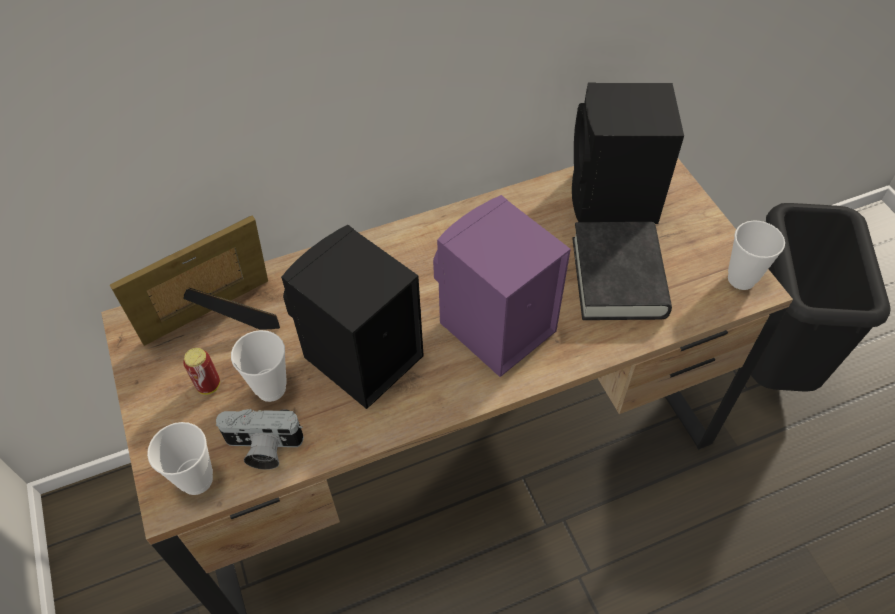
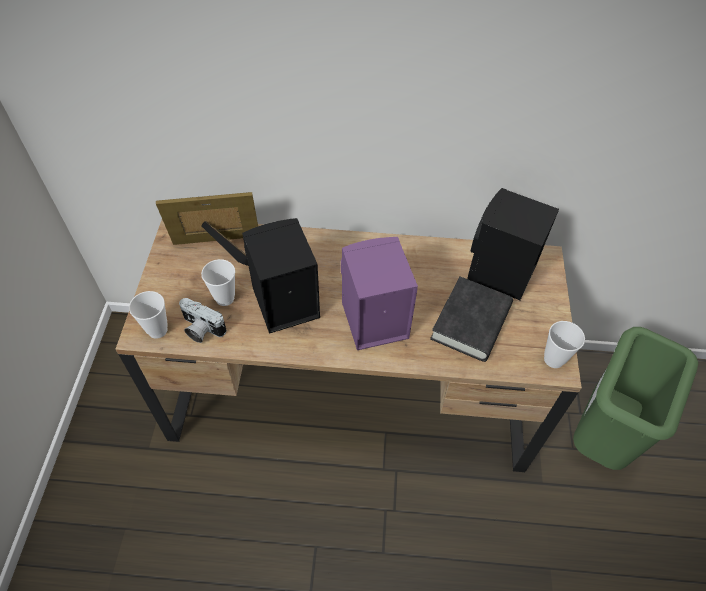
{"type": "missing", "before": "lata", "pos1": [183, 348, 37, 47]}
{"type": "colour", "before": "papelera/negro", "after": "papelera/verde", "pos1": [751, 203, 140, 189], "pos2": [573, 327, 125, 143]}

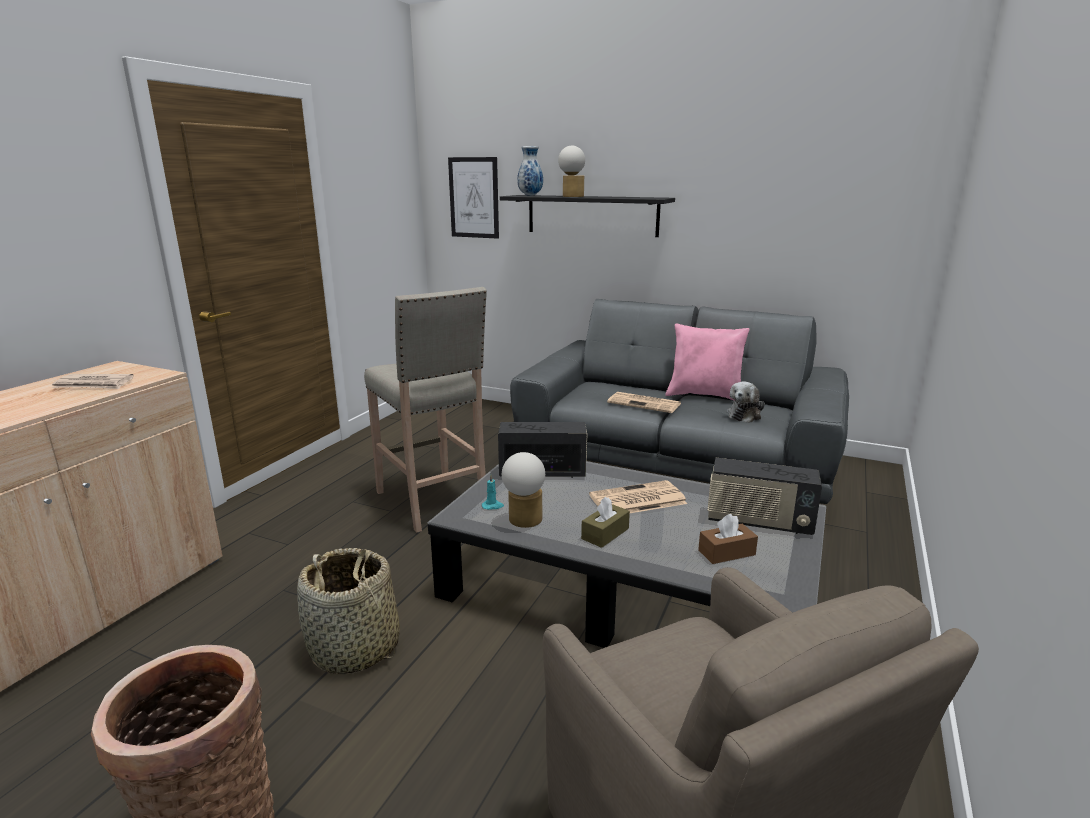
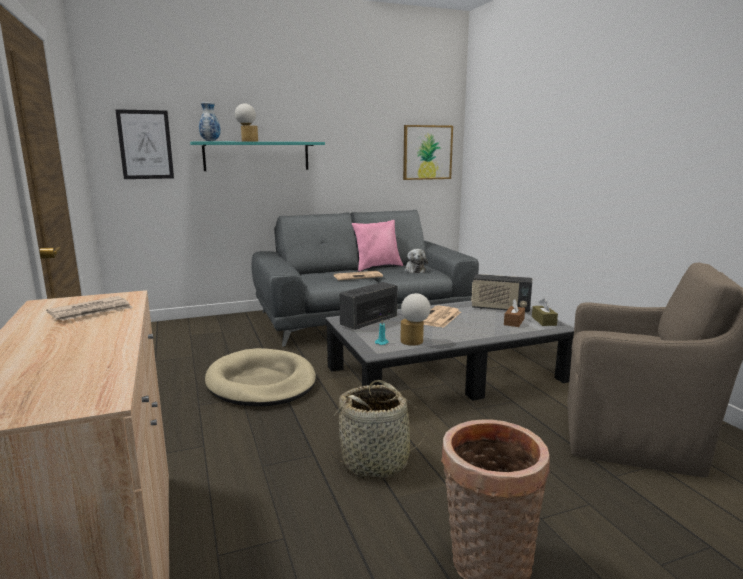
{"type": "exchanged", "before": "taburete/beis", "after": "cama para perro/beis", "pos1": [364, 287, 123, 246], "pos2": [205, 348, 111, 58]}
{"type": "colour", "before": "estante/negro", "after": "estante/turquesa", "pos1": [500, 195, 175, 42], "pos2": [190, 141, 135, 30]}
{"type": "relocated", "before": "caja de pañuelos/marrón", "pos1": [581, 497, 49, 51], "pos2": [532, 298, 26, 28]}
{"type": "spun", "before": "radio", "pos1": [707, 457, 115, 78], "pos2": [471, 274, 61, 38], "turn": 45}
{"type": "appeared", "after": "cuadro", "pos2": [403, 125, 50, 55]}

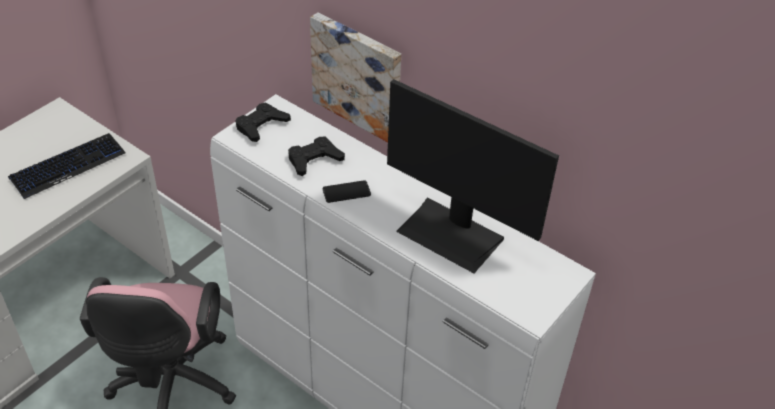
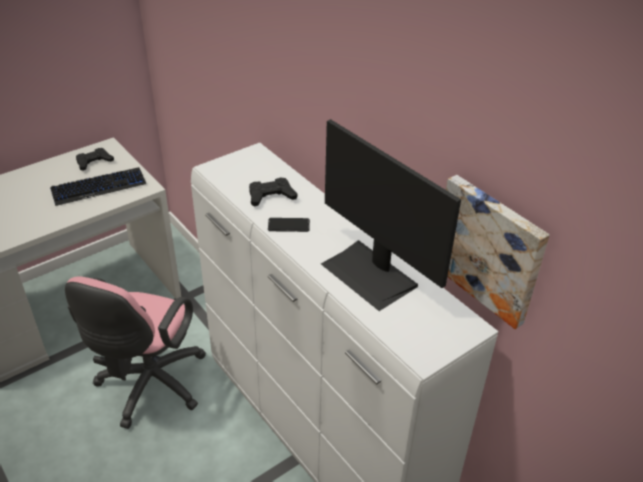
{"type": "relocated", "before": "mando de consola/negro", "pos1": [235, 102, 56, 40], "pos2": [76, 148, 38, 23]}
{"type": "relocated", "before": "cuadro", "pos1": [310, 12, 91, 130], "pos2": [446, 175, 104, 154]}

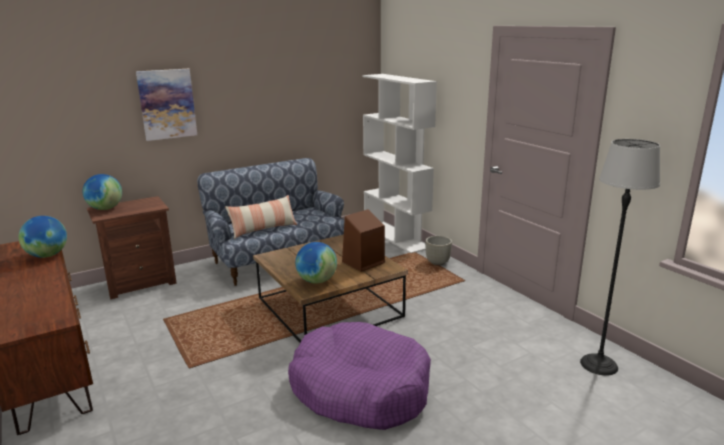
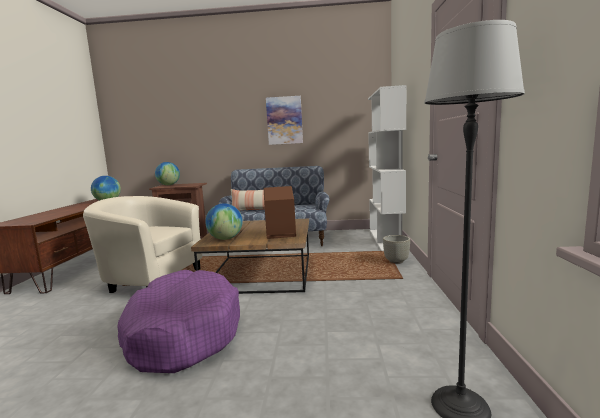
{"type": "relocated", "before": "cuadro", "pos1": [136, 69, 61, 72], "pos2": [266, 96, 37, 49]}
{"type": "appeared", "after": "sillón/beis", "pos2": [83, 196, 119, 97]}

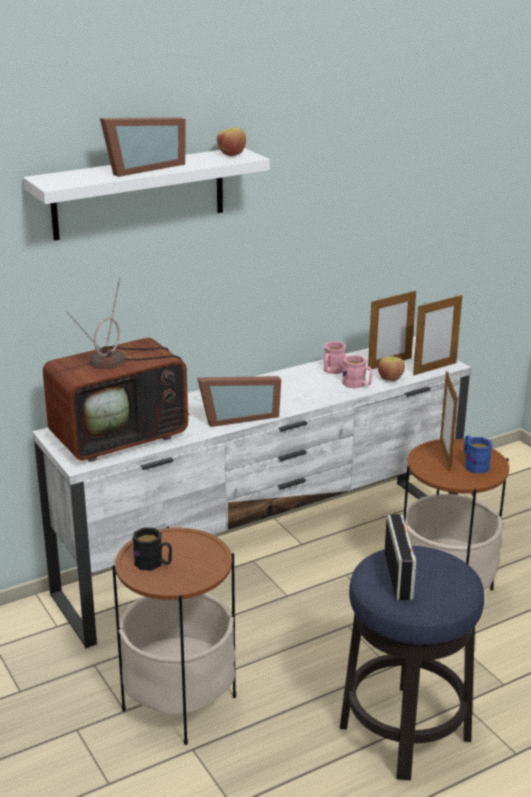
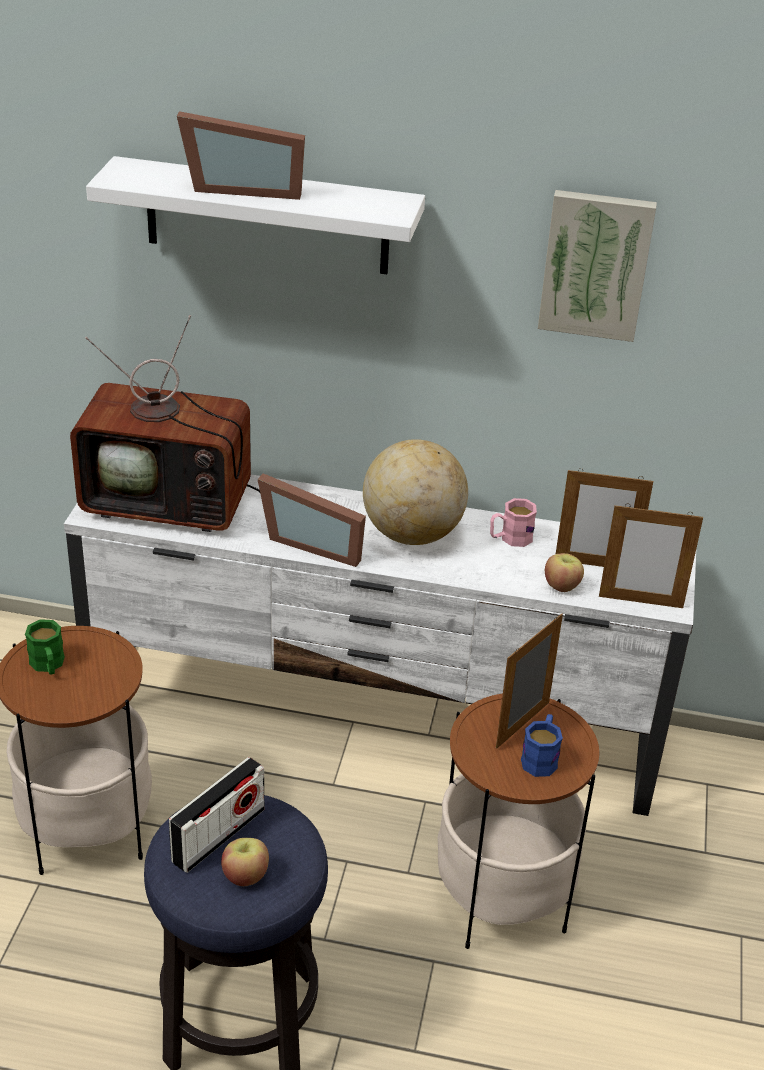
{"type": "colour", "before": "taza grande/negro", "after": "taza grande/verde", "pos1": [133, 527, 39, 44], "pos2": [25, 619, 40, 56]}
{"type": "relocated", "before": "manzana", "pos1": [217, 127, 29, 29], "pos2": [221, 838, 48, 48]}
{"type": "missing", "before": "taza grande/rosa", "pos1": [342, 355, 31, 34]}
{"type": "appeared", "after": "globo terráqueo", "pos2": [363, 439, 105, 106]}
{"type": "appeared", "after": "cuadro", "pos2": [538, 190, 119, 152]}

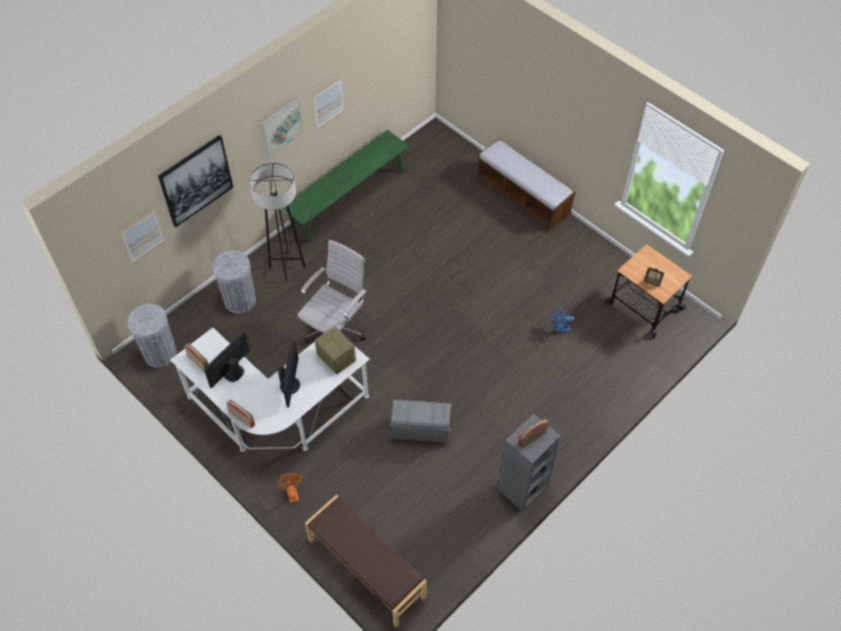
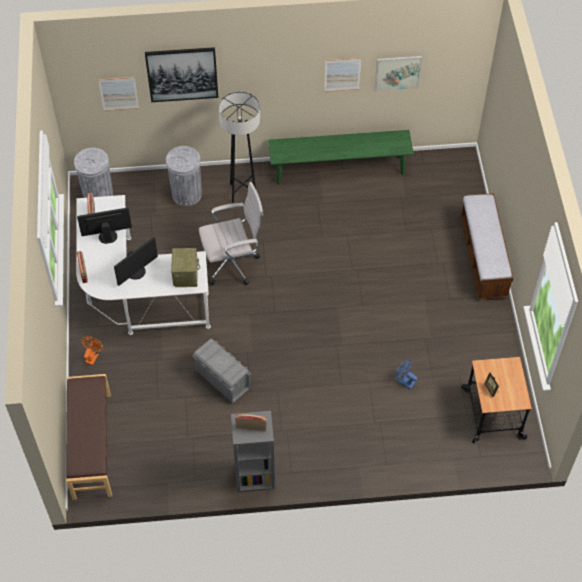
{"type": "relocated", "before": "cuadro", "pos1": [260, 99, 44, 59], "pos2": [374, 56, 48, 36]}

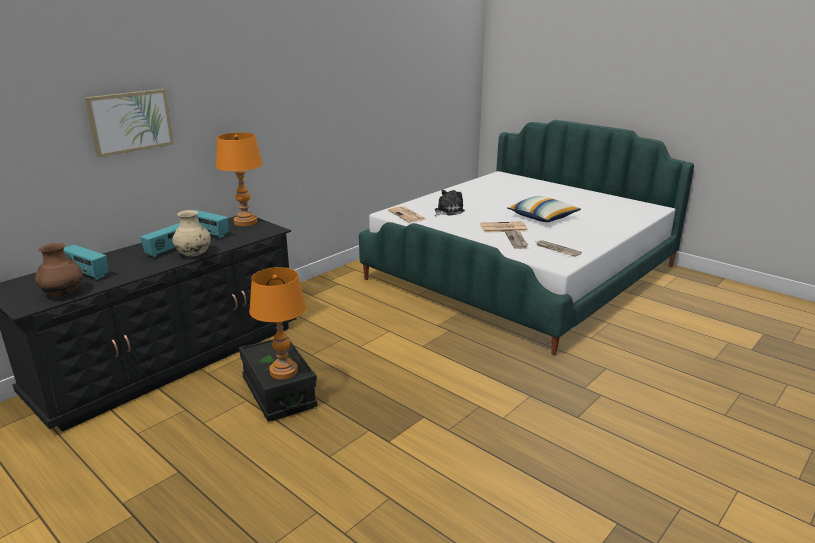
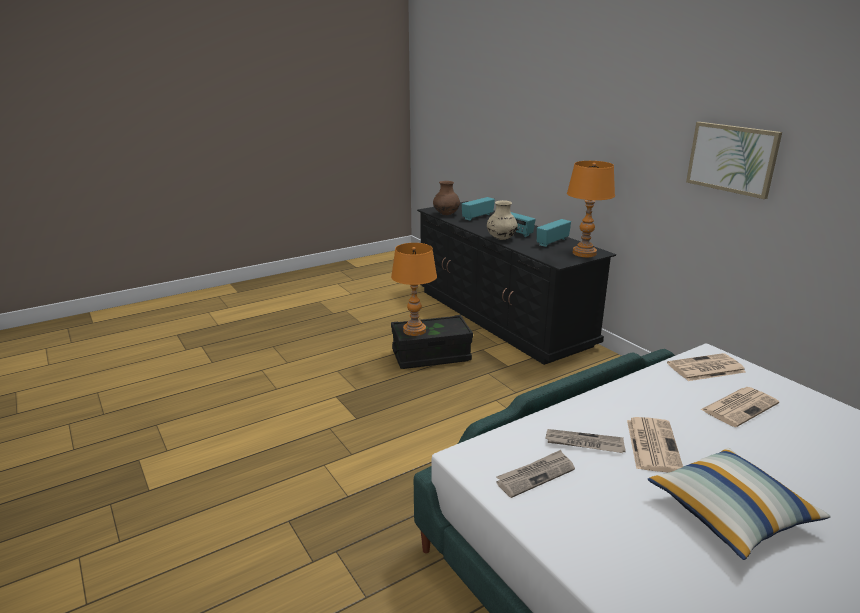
{"type": "relocated", "before": "cuadro", "pos1": [85, 89, 89, 68], "pos2": [686, 122, 96, 77]}
{"type": "exchanged", "before": "peluche", "after": "periódico", "pos1": [435, 190, 30, 26], "pos2": [700, 387, 79, 40]}

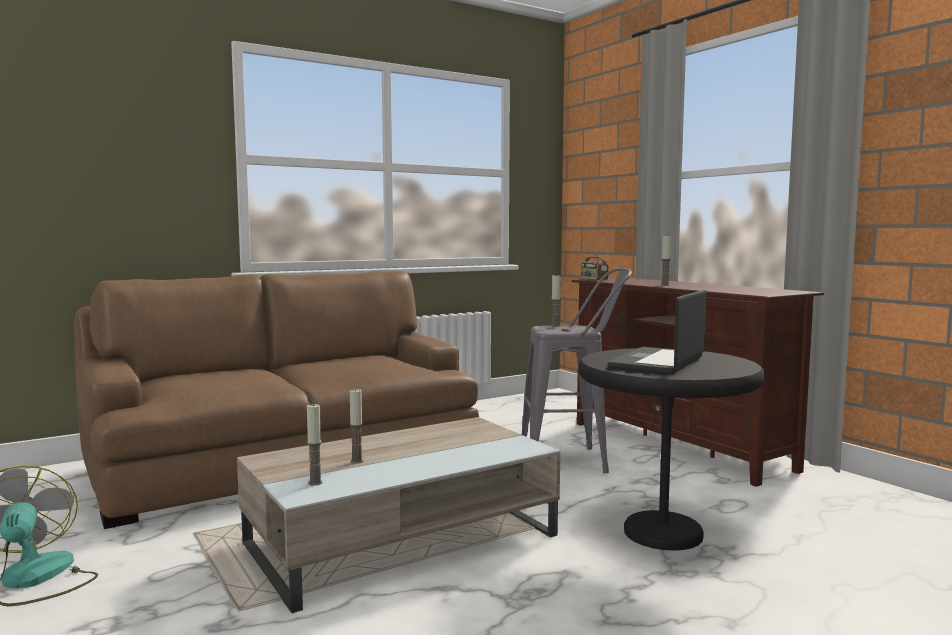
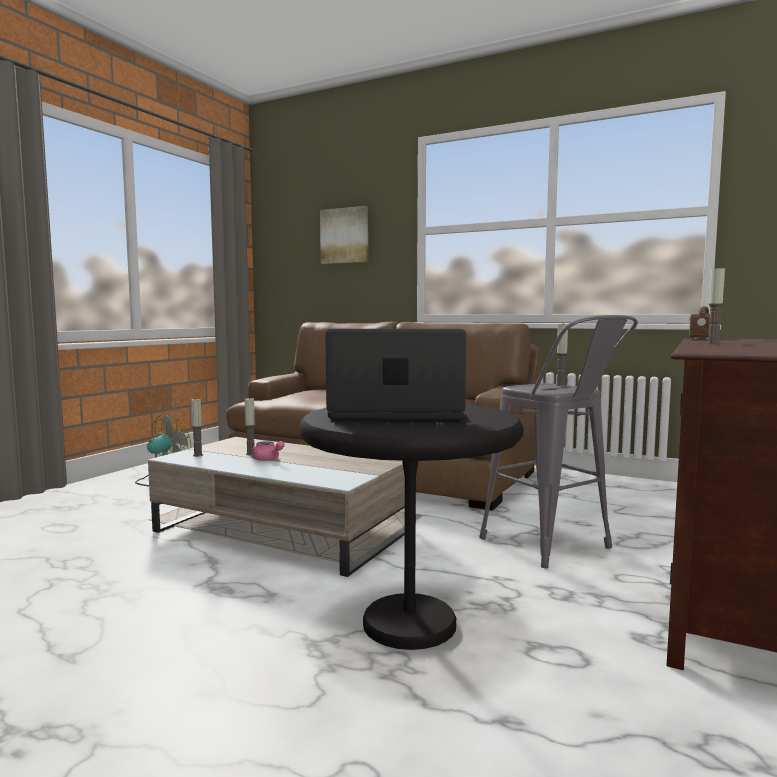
{"type": "appeared", "after": "tetera/rosa", "pos2": [251, 441, 34, 20]}
{"type": "appeared", "after": "cuadro", "pos2": [320, 206, 48, 58]}

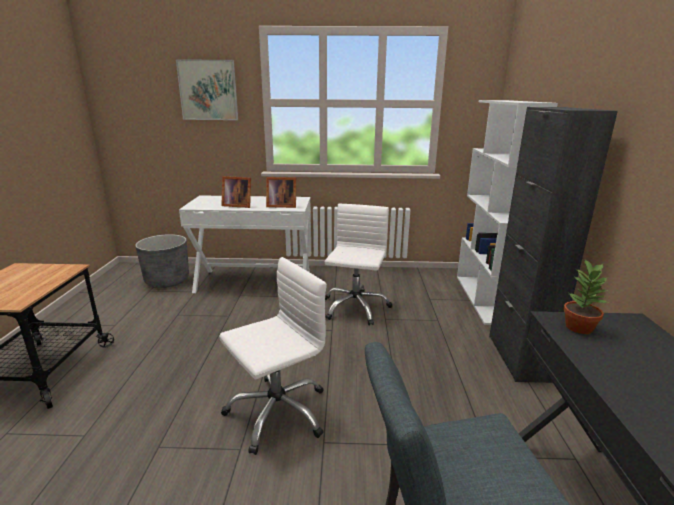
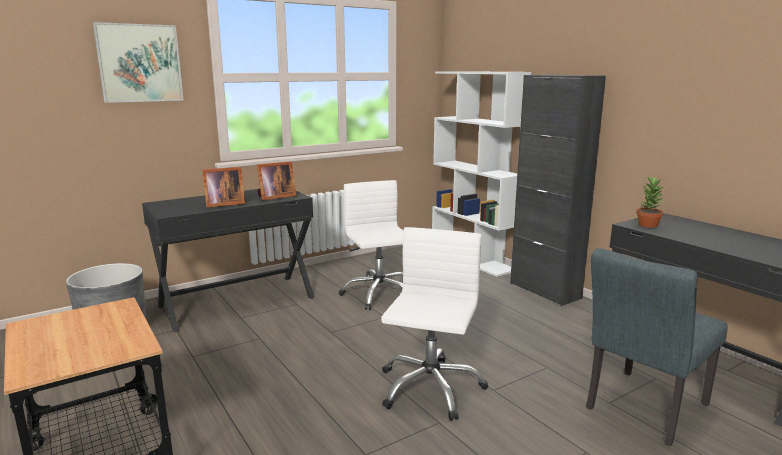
{"type": "colour", "before": "escritorio/blanco", "after": "escritorio/negro", "pos1": [179, 195, 132, 98], "pos2": [142, 189, 172, 143]}

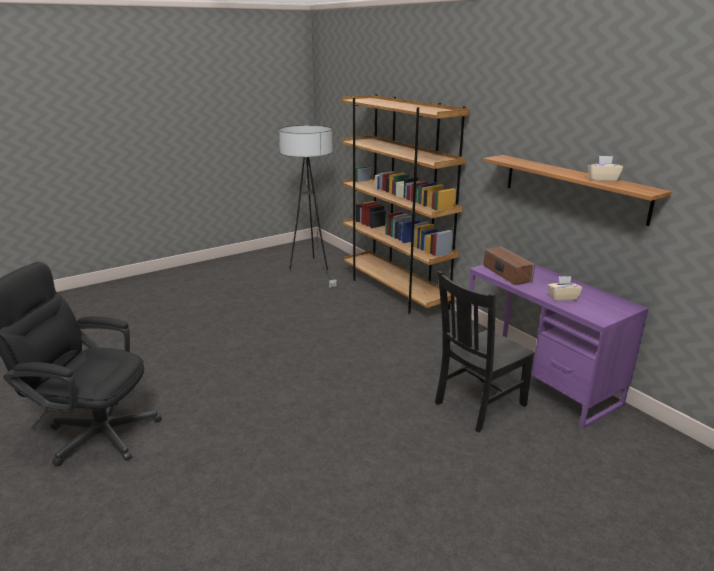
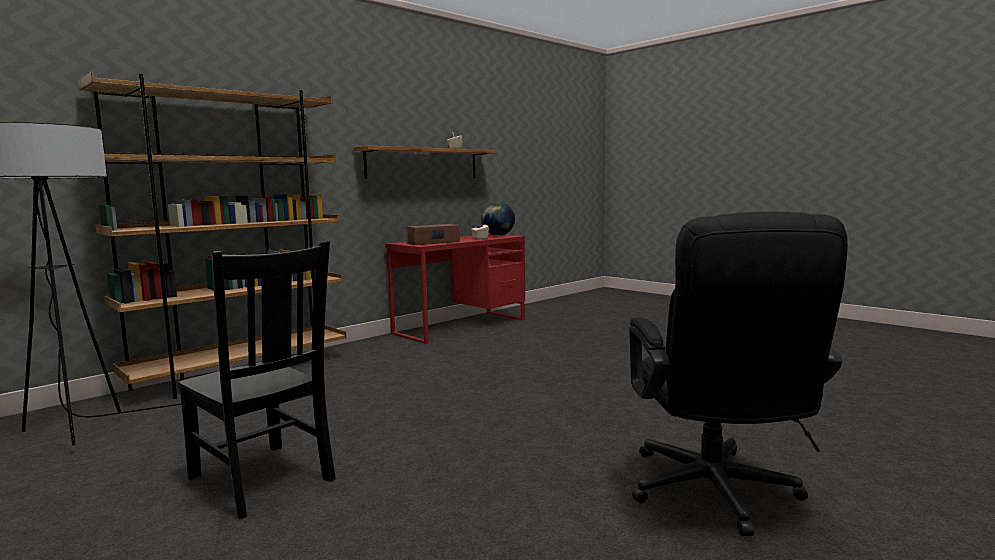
{"type": "relocated", "before": "silla/negro", "pos1": [435, 271, 100, 161], "pos2": [178, 241, 158, 278]}
{"type": "colour", "before": "escritorio/morado", "after": "escritorio/rojo", "pos1": [469, 265, 180, 164], "pos2": [385, 234, 140, 110]}
{"type": "appeared", "after": "globo terráqueo", "pos2": [481, 202, 34, 34]}

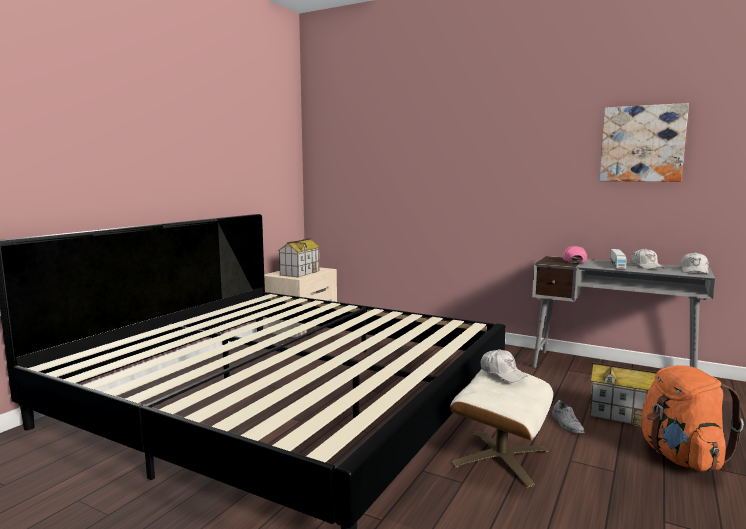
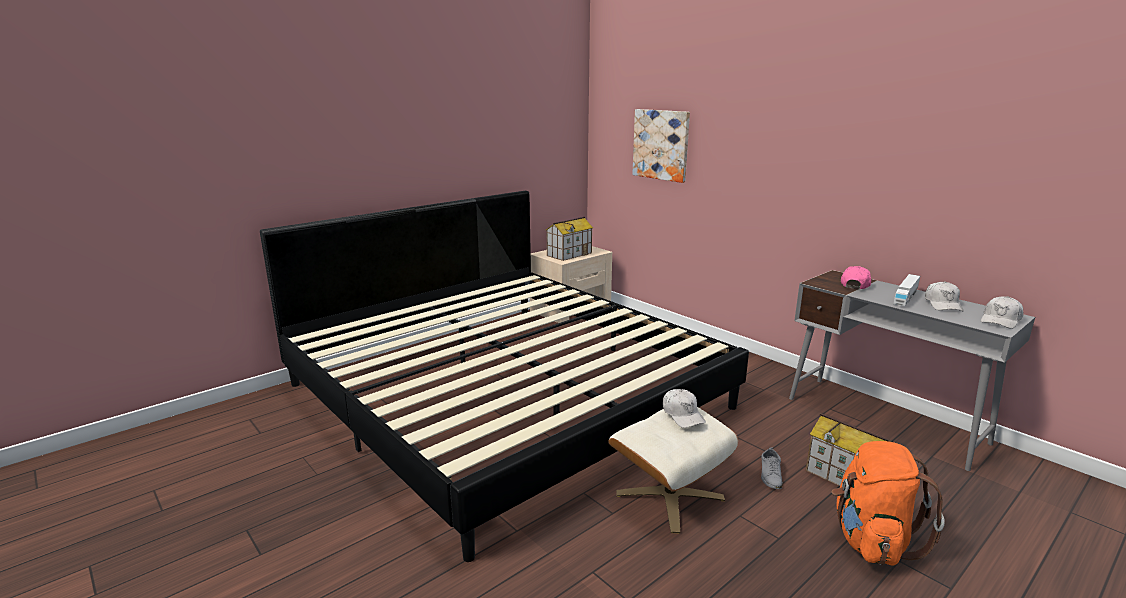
{"type": "relocated", "before": "cuadro", "pos1": [599, 103, 90, 79], "pos2": [632, 109, 58, 74]}

